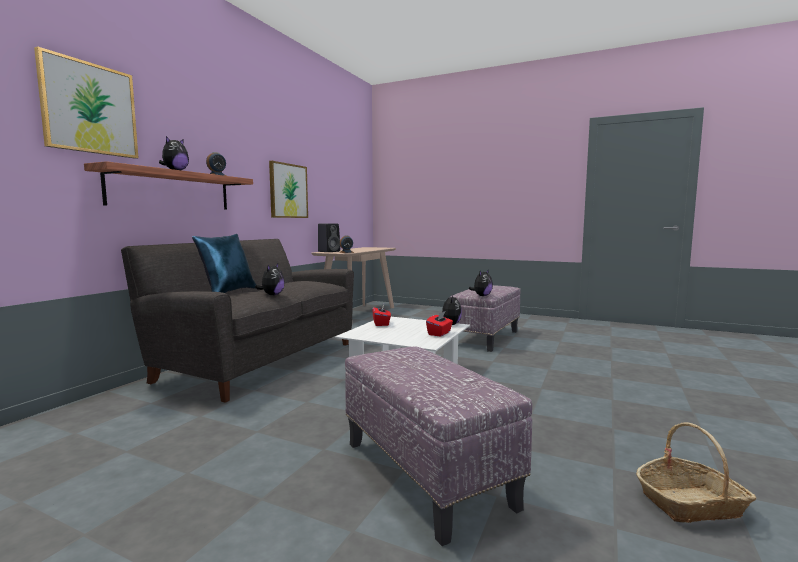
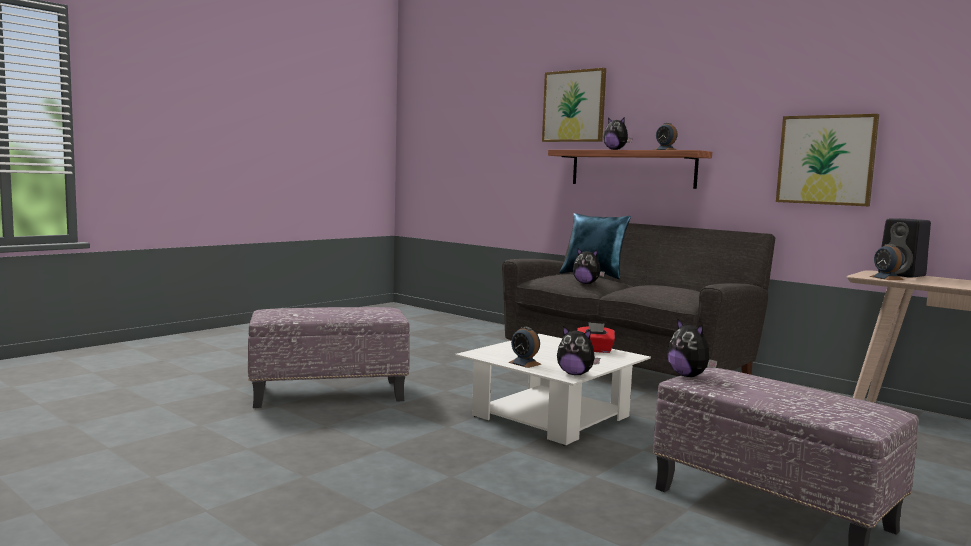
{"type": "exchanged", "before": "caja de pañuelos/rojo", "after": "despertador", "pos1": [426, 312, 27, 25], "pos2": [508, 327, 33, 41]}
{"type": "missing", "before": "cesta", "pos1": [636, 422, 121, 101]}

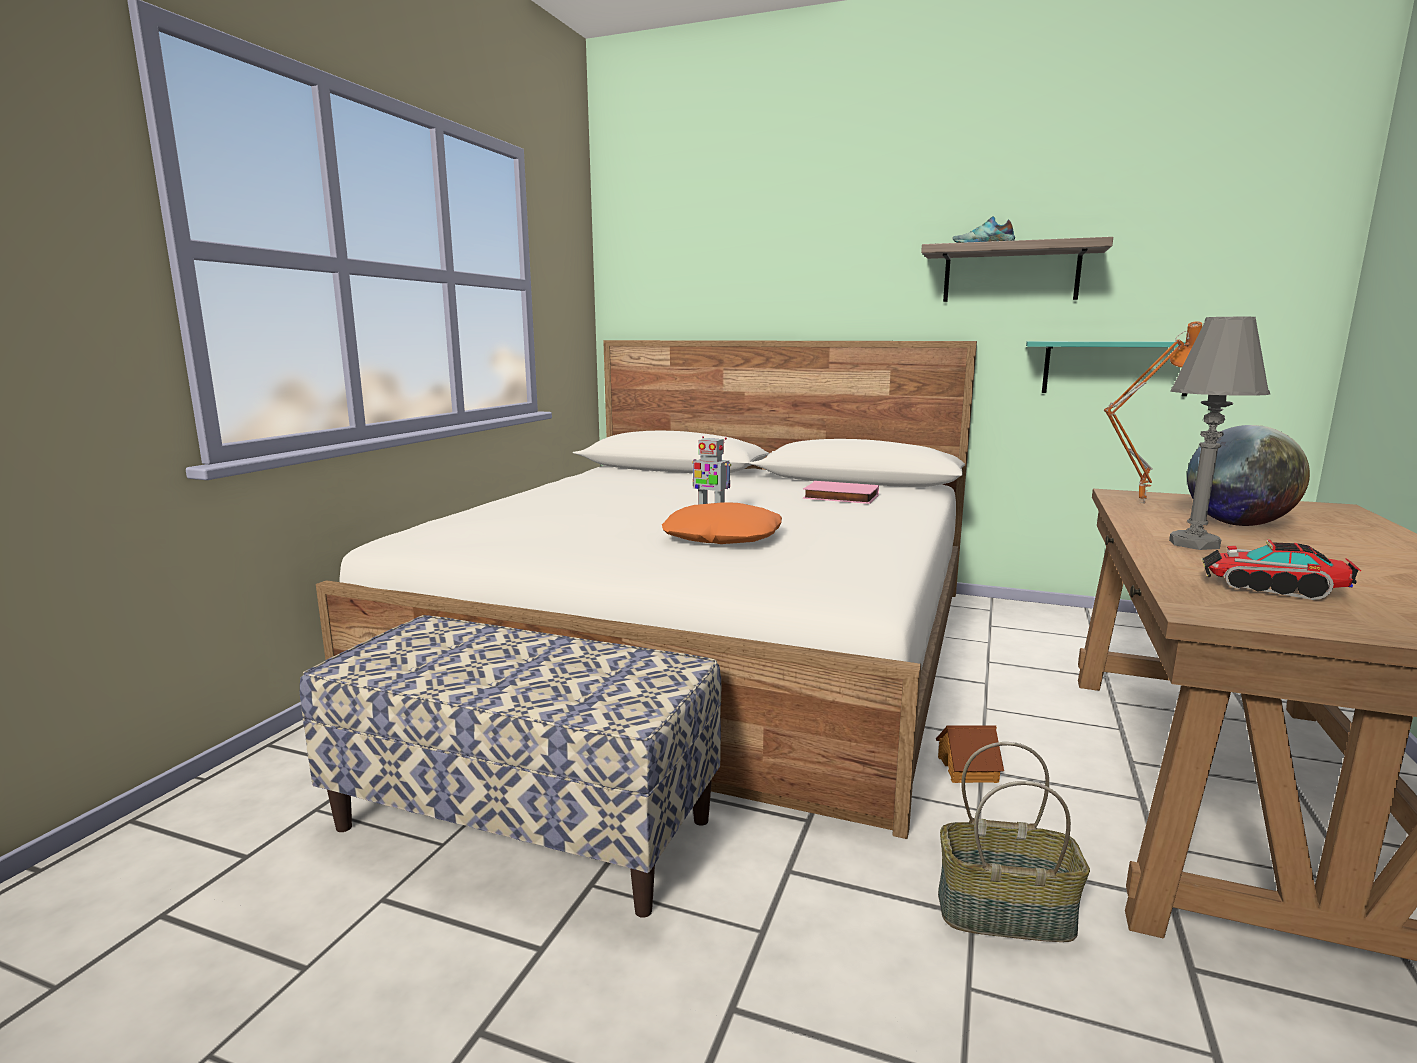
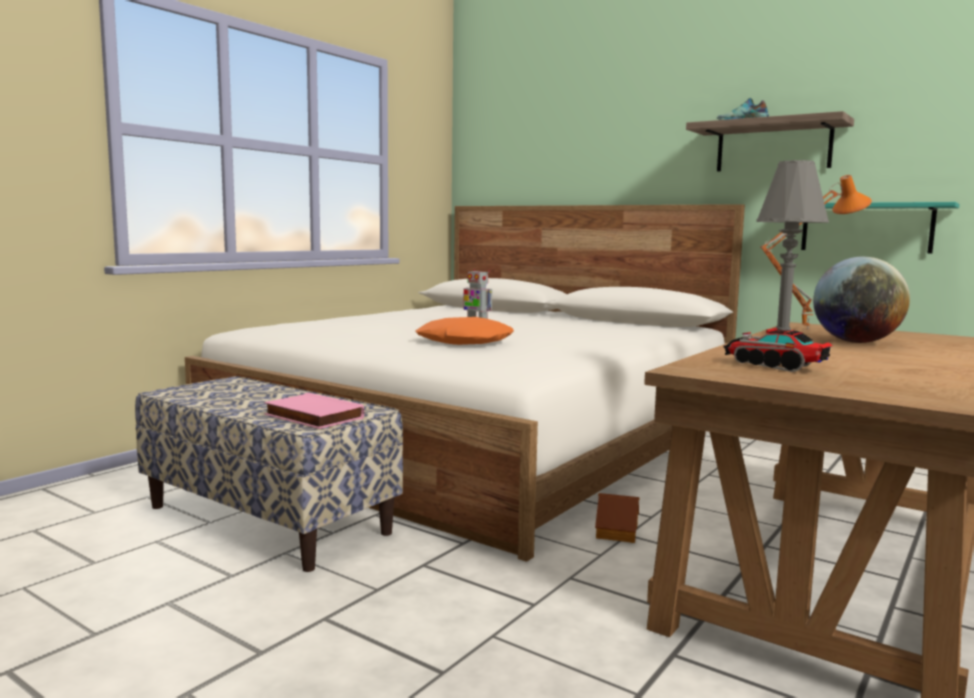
{"type": "relocated", "before": "libro/rosa", "pos1": [803, 481, 76, 23], "pos2": [264, 393, 100, 36]}
{"type": "missing", "before": "cesta", "pos1": [938, 742, 152, 200]}

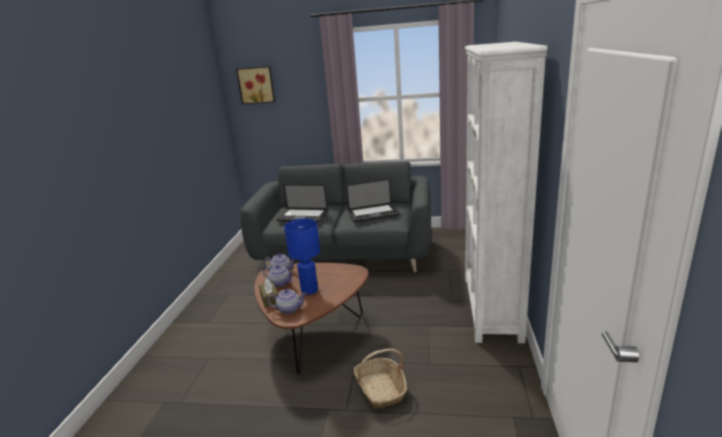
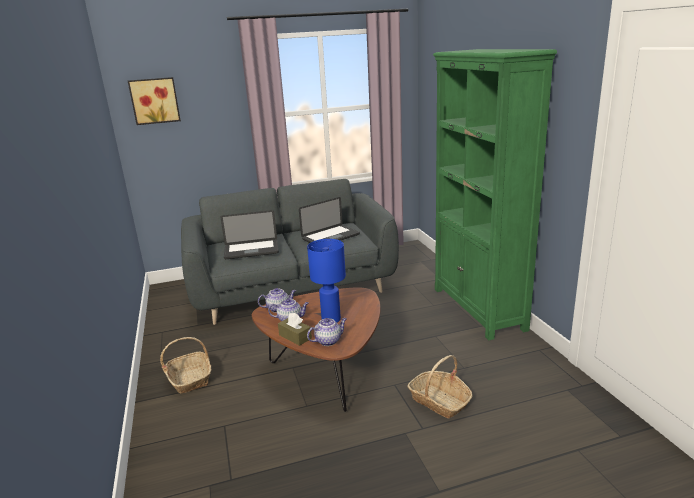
{"type": "colour", "before": "estantería/blanco", "after": "estantería/verde", "pos1": [465, 42, 83, 302], "pos2": [433, 49, 124, 291]}
{"type": "appeared", "after": "cesta", "pos2": [160, 337, 51, 57]}

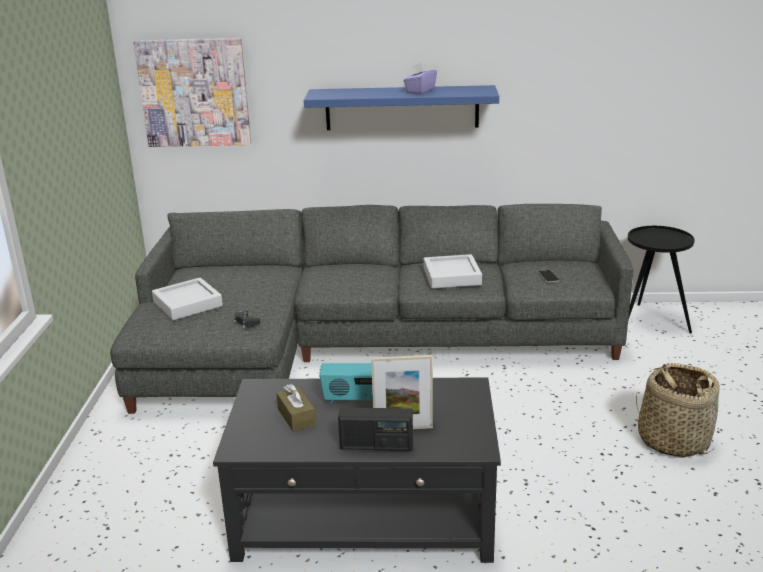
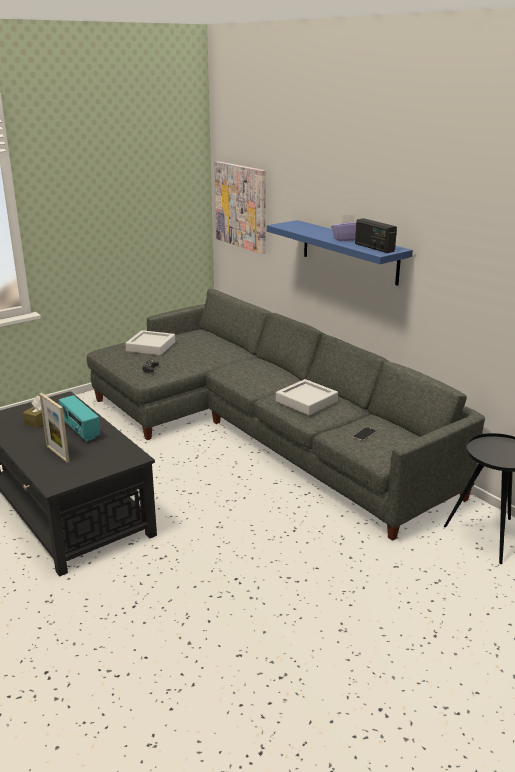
{"type": "relocated", "before": "radio", "pos1": [338, 408, 75, 43], "pos2": [355, 218, 42, 35]}
{"type": "missing", "before": "cesta", "pos1": [636, 363, 84, 95]}

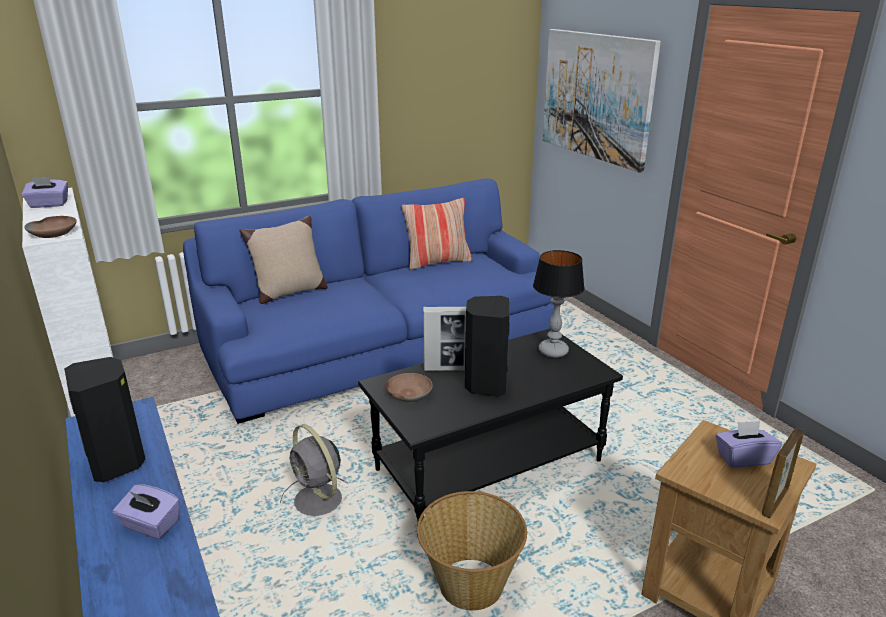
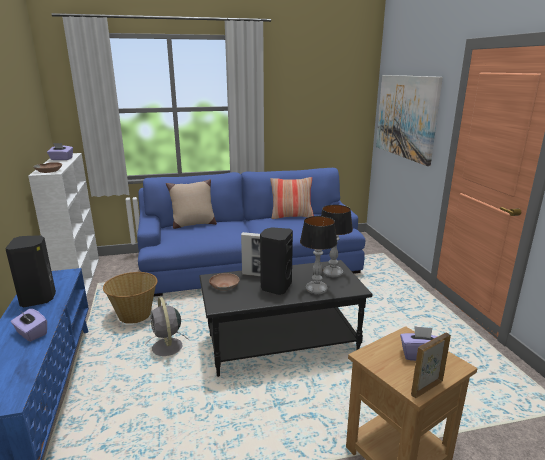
{"type": "relocated", "before": "cesta", "pos1": [417, 491, 110, 120], "pos2": [103, 272, 55, 52]}
{"type": "appeared", "after": "lámpara de mesa", "pos2": [300, 216, 37, 78]}

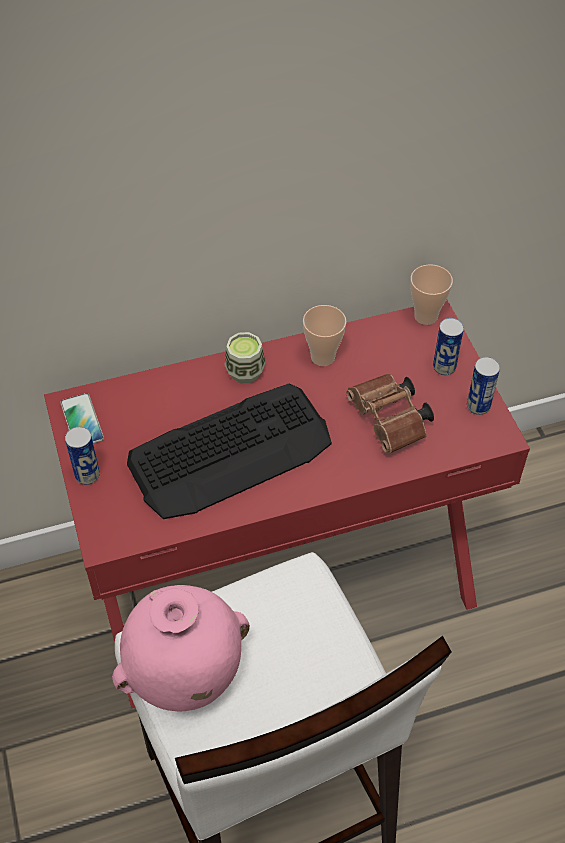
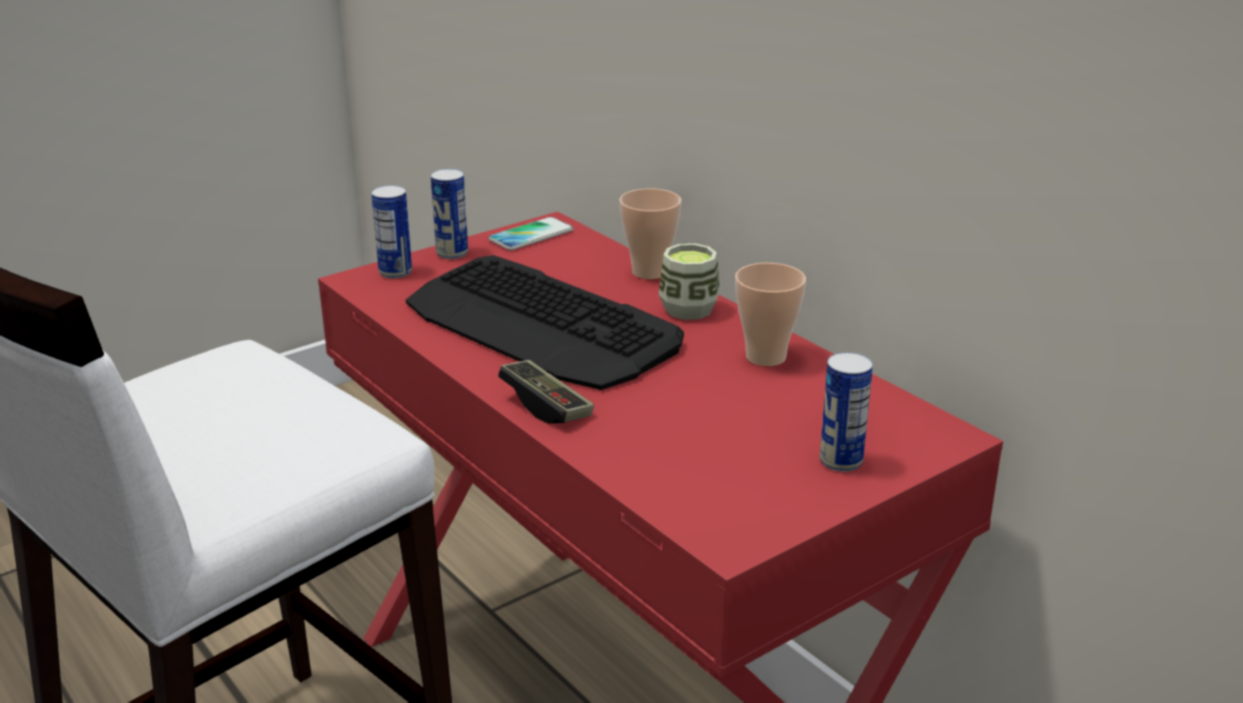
{"type": "missing", "before": "florero/rosa", "pos1": [112, 585, 138, 126]}
{"type": "missing", "before": "prismáticos/marrón", "pos1": [346, 374, 88, 80]}
{"type": "relocated", "before": "taza", "pos1": [410, 264, 43, 61], "pos2": [620, 188, 62, 91]}
{"type": "relocated", "before": "lata", "pos1": [467, 357, 33, 58], "pos2": [371, 185, 41, 94]}
{"type": "appeared", "after": "mando de consola", "pos2": [498, 360, 96, 64]}

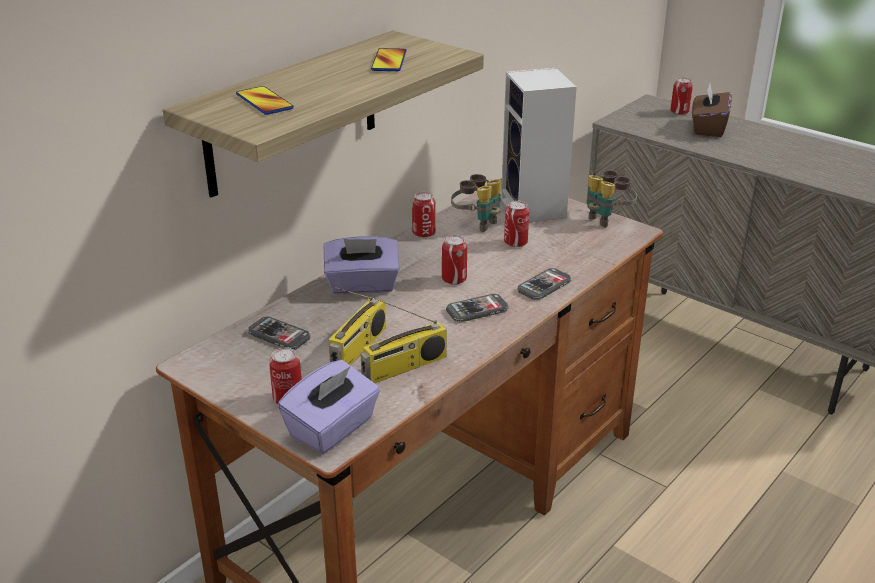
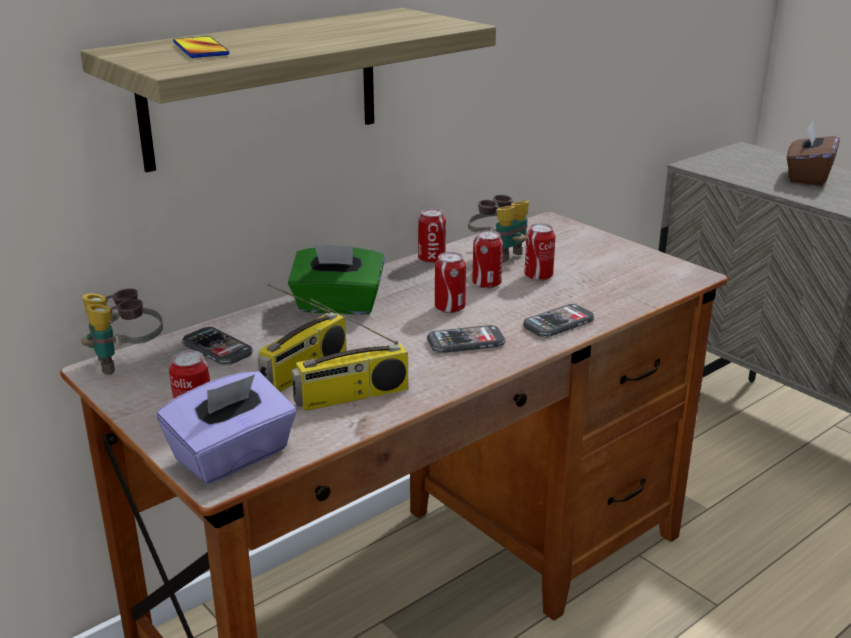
{"type": "colour", "before": "caja de pañuelos/morado", "after": "caja de pañuelos/verde", "pos1": [324, 236, 75, 59], "pos2": [288, 243, 97, 72]}
{"type": "missing", "before": "móvil", "pos1": [371, 48, 35, 23]}
{"type": "missing", "before": "altavoz", "pos1": [501, 68, 76, 154]}
{"type": "relocated", "before": "prismáticos", "pos1": [587, 170, 50, 58], "pos2": [81, 288, 82, 87]}
{"type": "relocated", "before": "lata", "pos1": [670, 78, 23, 37], "pos2": [472, 230, 31, 59]}

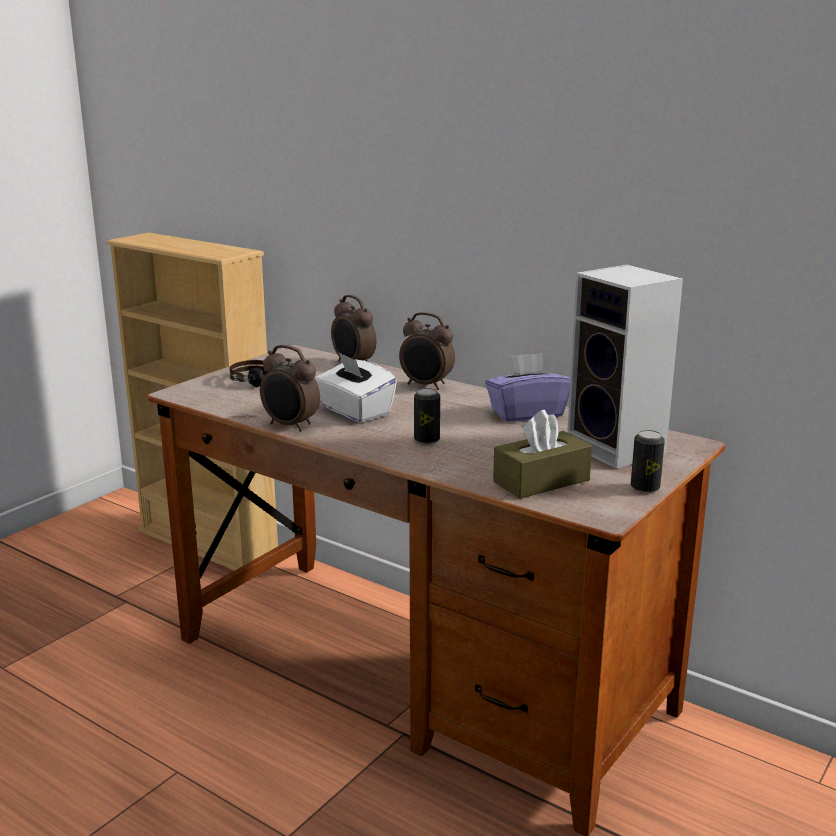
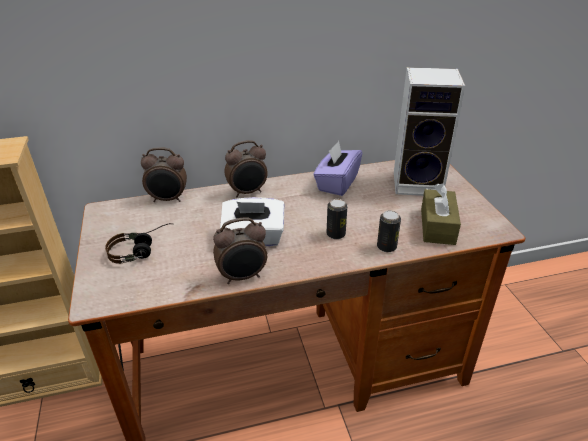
{"type": "relocated", "before": "lata", "pos1": [631, 430, 34, 63], "pos2": [377, 211, 24, 41]}

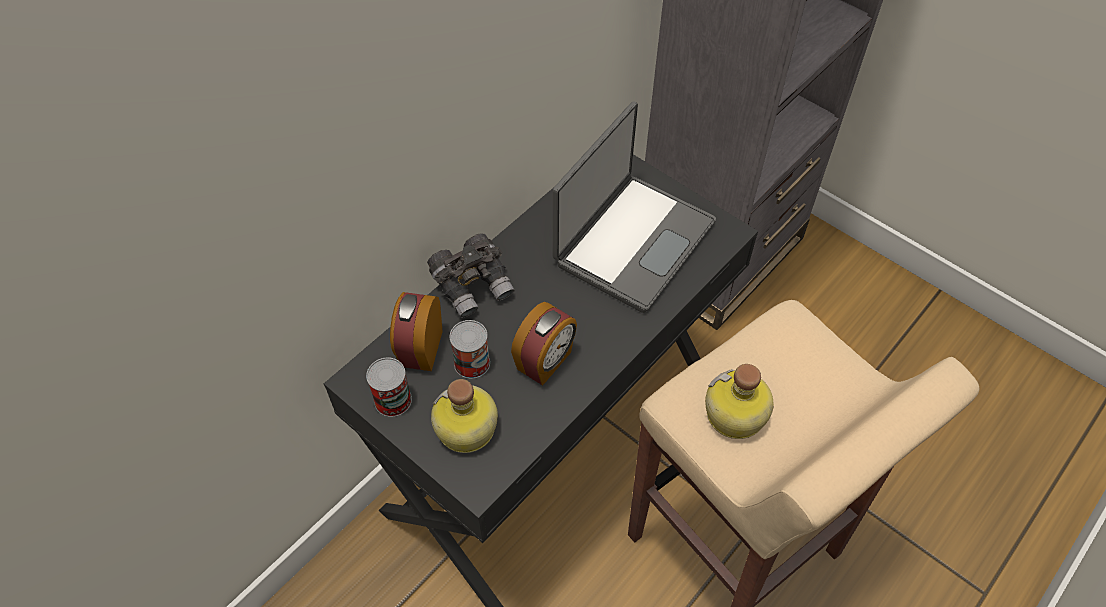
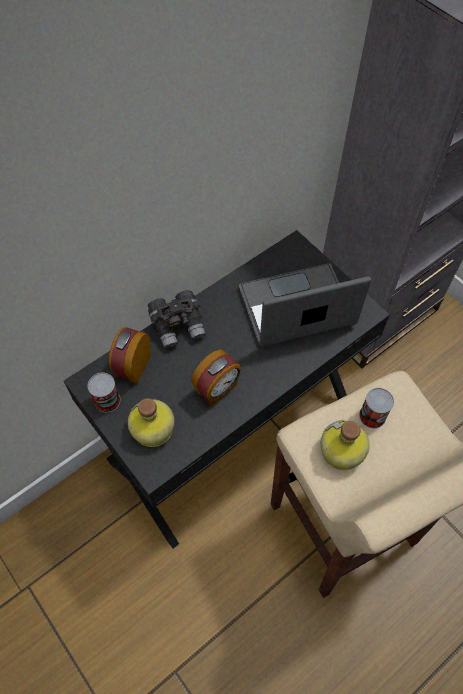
{"type": "relocated", "before": "lata", "pos1": [450, 320, 40, 59], "pos2": [359, 388, 35, 40]}
{"type": "spun", "before": "portátil", "pos1": [553, 102, 163, 211], "pos2": [239, 263, 132, 84], "turn": -150}

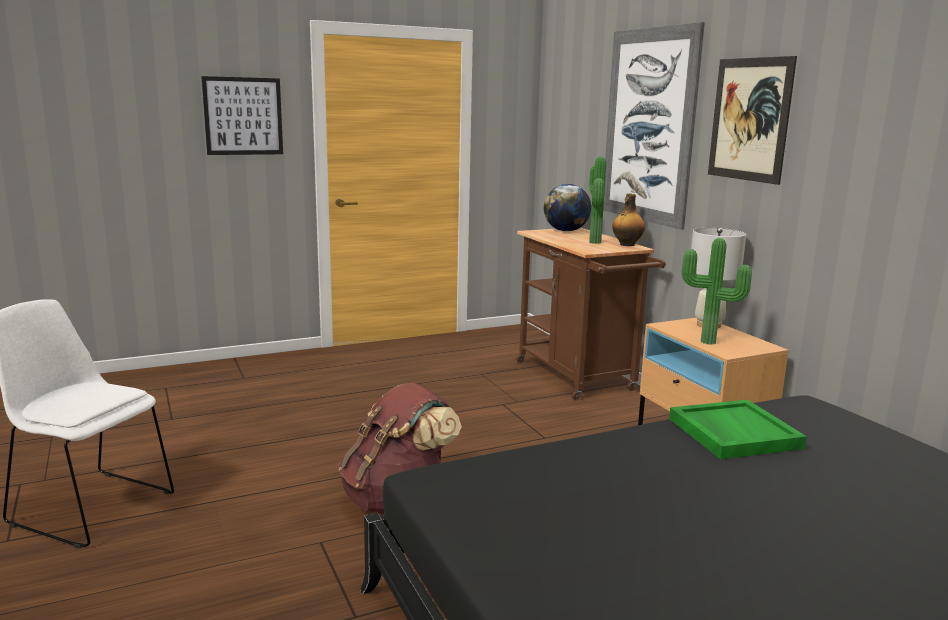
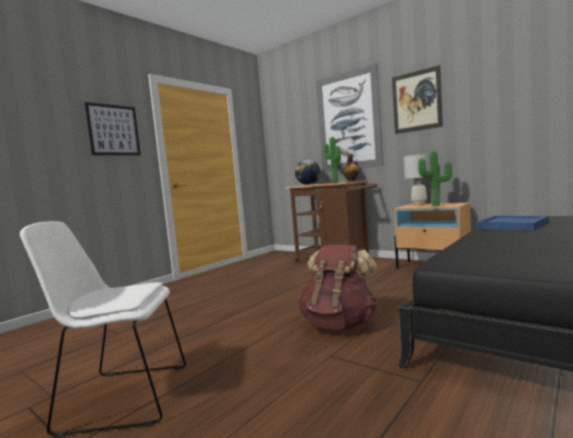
{"type": "colour", "before": "bandeja/verde", "after": "bandeja/azul", "pos1": [669, 400, 138, 59], "pos2": [476, 215, 73, 16]}

